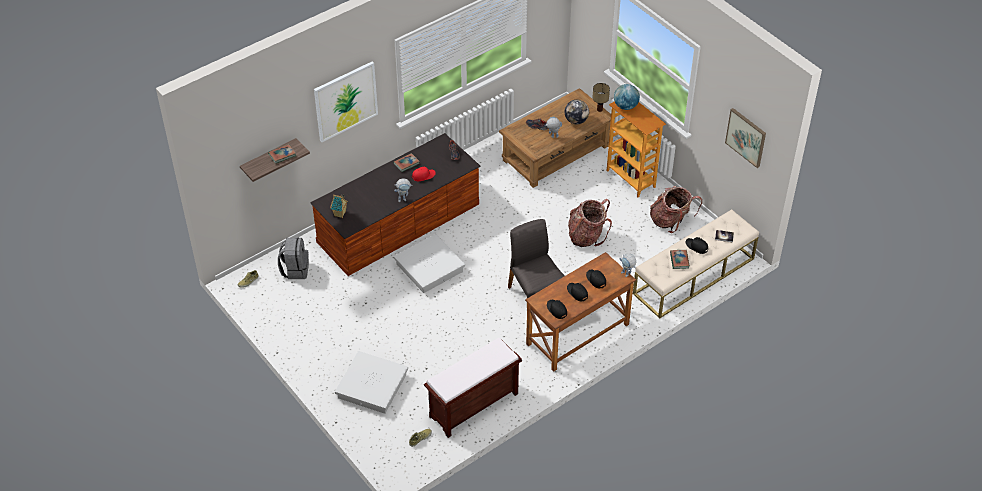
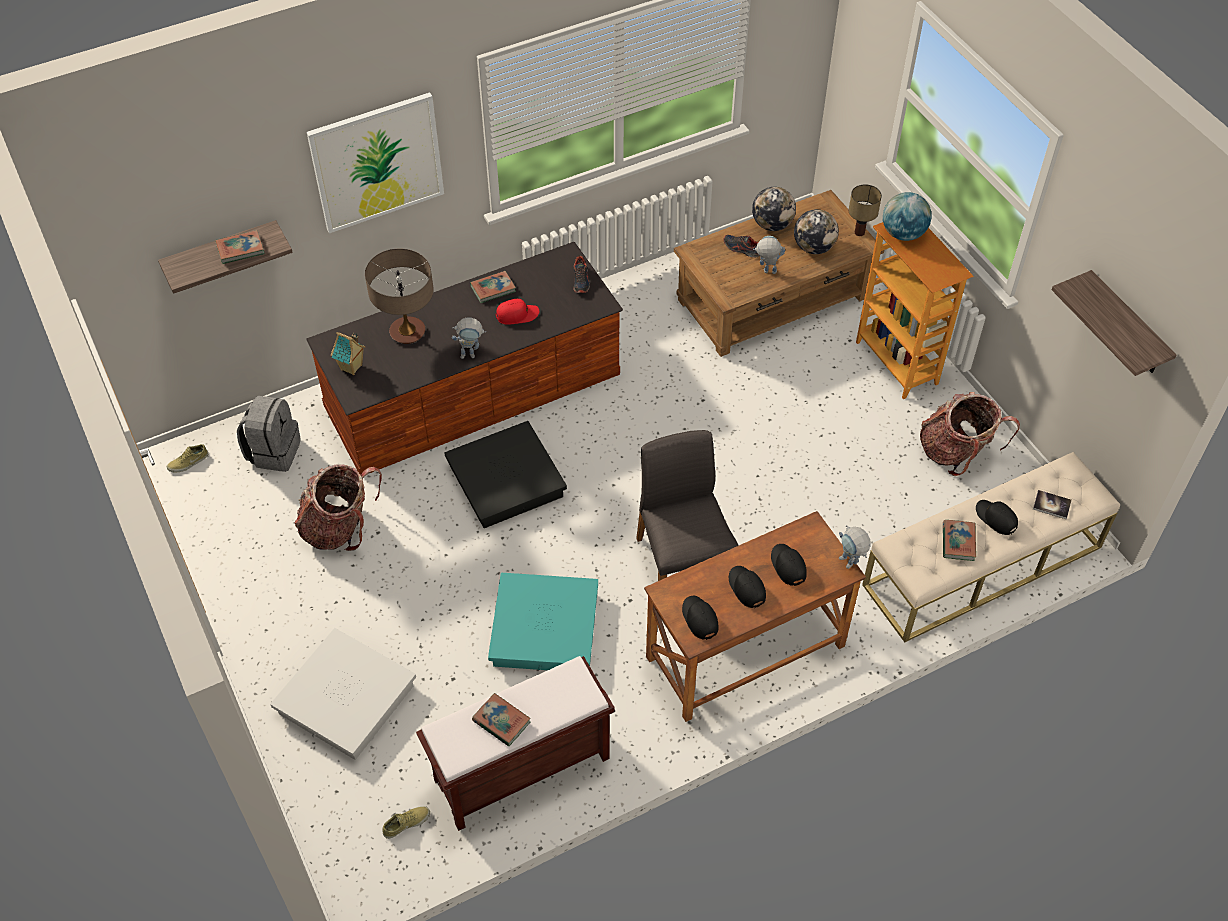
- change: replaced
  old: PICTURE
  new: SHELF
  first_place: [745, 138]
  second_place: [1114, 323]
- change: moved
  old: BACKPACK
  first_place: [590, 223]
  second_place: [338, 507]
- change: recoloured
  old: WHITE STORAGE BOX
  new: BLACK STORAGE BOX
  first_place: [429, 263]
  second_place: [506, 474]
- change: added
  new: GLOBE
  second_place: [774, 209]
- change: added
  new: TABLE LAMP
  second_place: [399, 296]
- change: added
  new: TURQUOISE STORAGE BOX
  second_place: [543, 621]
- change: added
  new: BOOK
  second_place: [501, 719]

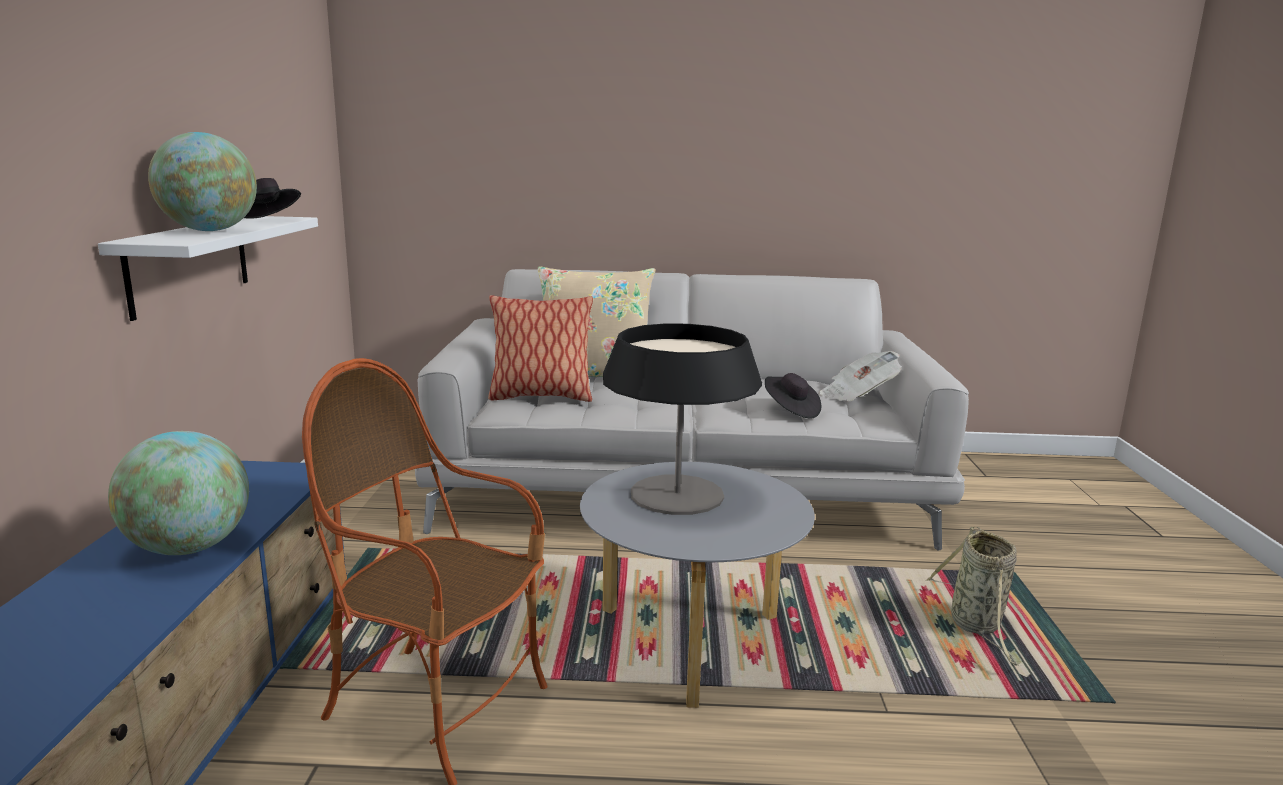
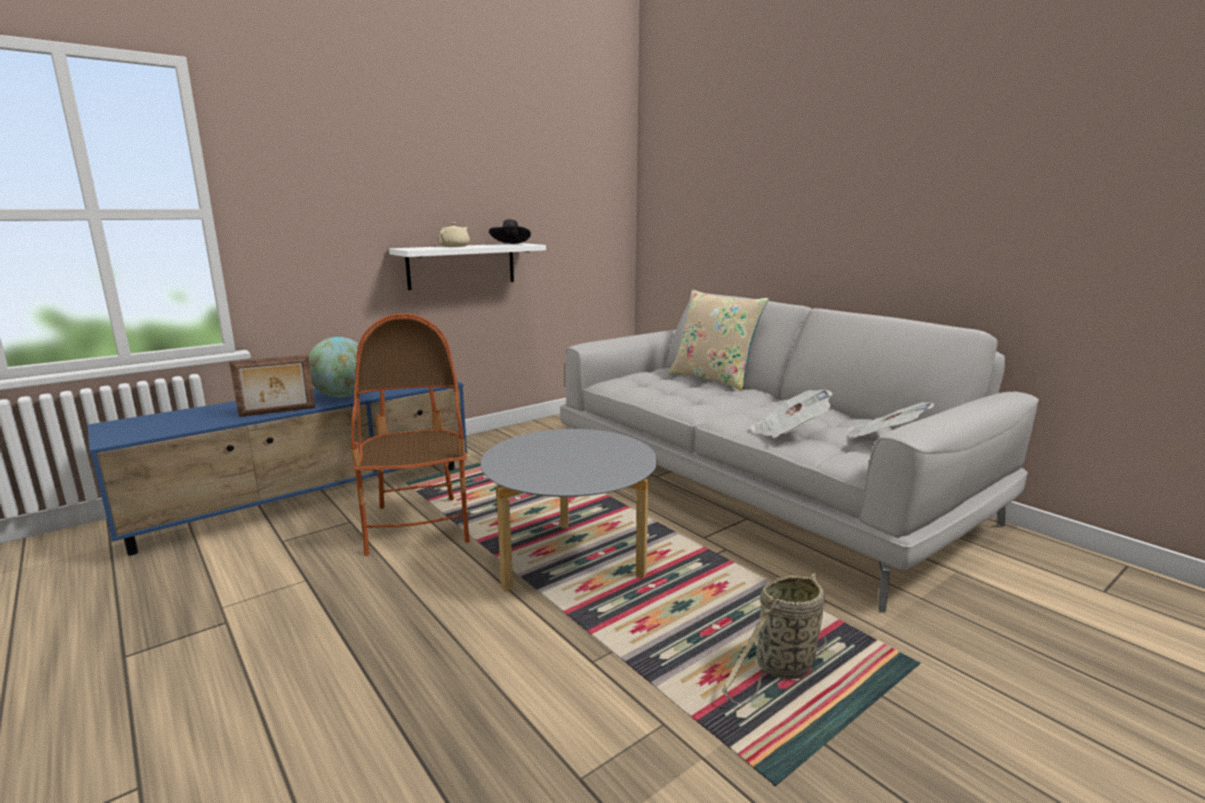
- change: replaced
  old: GLOBE
  new: BEIGE TEAPOT
  first_place: [202, 181]
  second_place: [454, 234]
- change: removed
  old: PILLOW
  first_place: [540, 348]
- change: removed
  old: TABLE LAMP
  first_place: [682, 419]
- change: replaced
  old: BLACK HAT
  new: NEWSPAPER
  first_place: [793, 396]
  second_place: [791, 414]
- change: added
  new: PICTURE FRAME
  second_place: [272, 386]

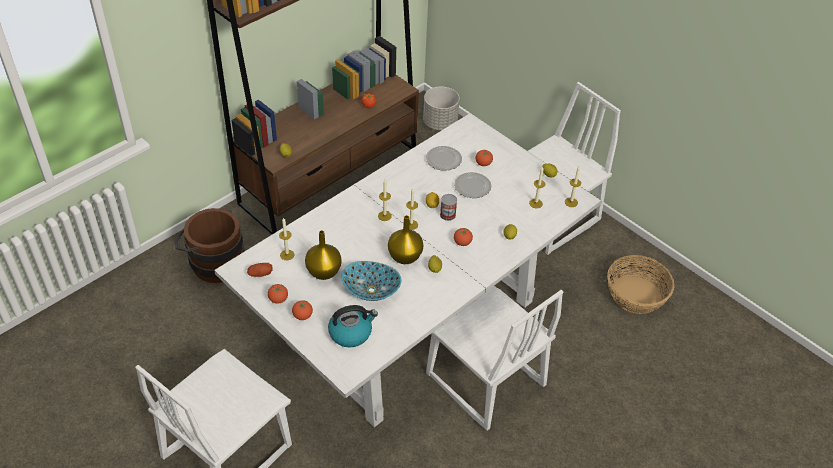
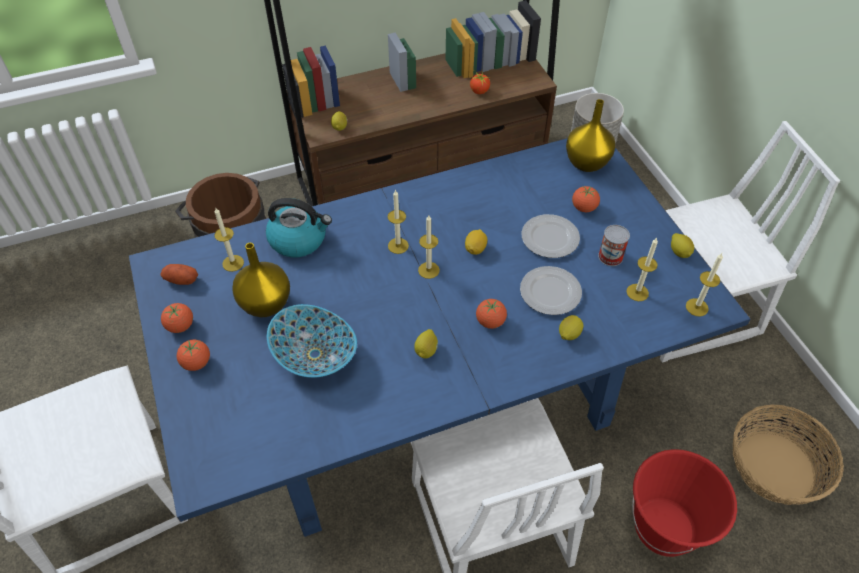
- change: recoloured
  old: WHITE DINING TABLE
  new: BLUE DINING TABLE
  first_place: [408, 270]
  second_place: [440, 337]
- change: moved
  old: PLATE
  first_place: [444, 158]
  second_place: [551, 290]
- change: moved
  old: CAN
  first_place: [448, 207]
  second_place: [614, 245]
- change: moved
  old: YELLOW VASE
  first_place: [405, 239]
  second_place: [590, 135]
- change: moved
  old: KETTLE
  first_place: [353, 326]
  second_place: [299, 227]
- change: added
  new: RED BUCKET
  second_place: [684, 503]

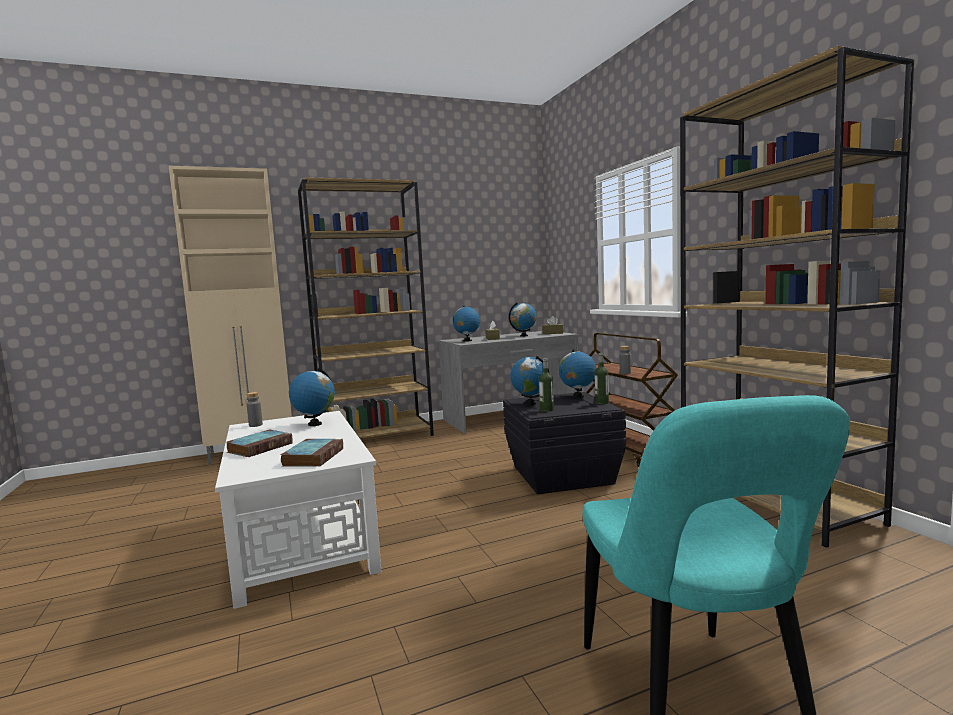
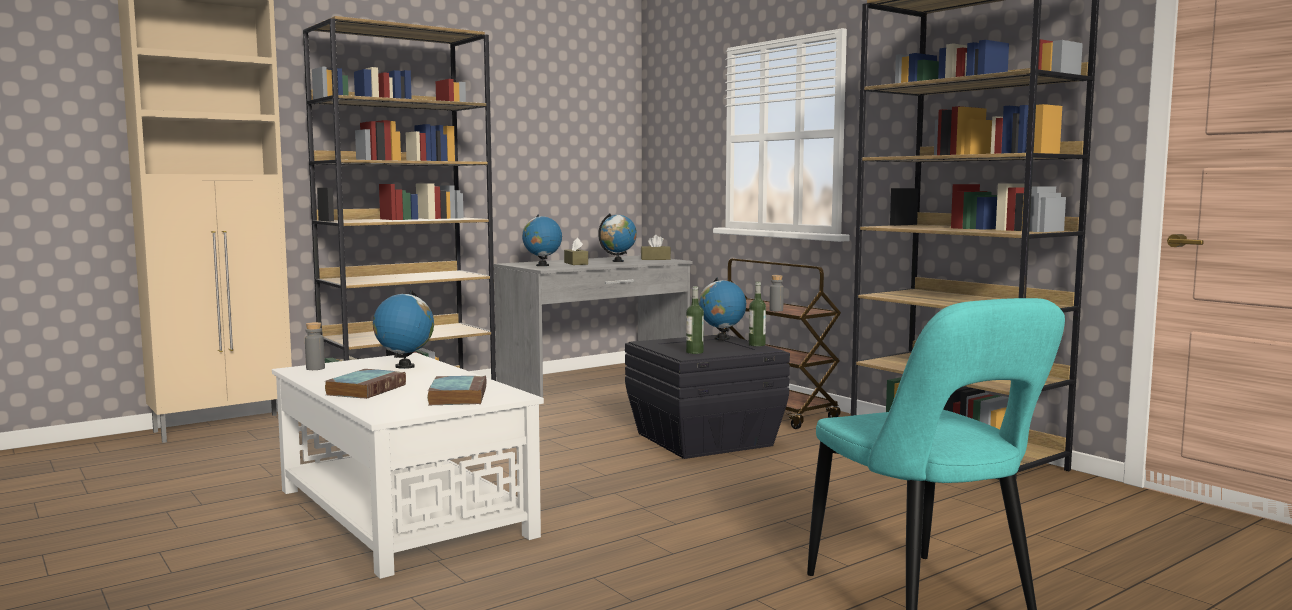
- change: removed
  old: GLOBE
  first_place: [530, 380]

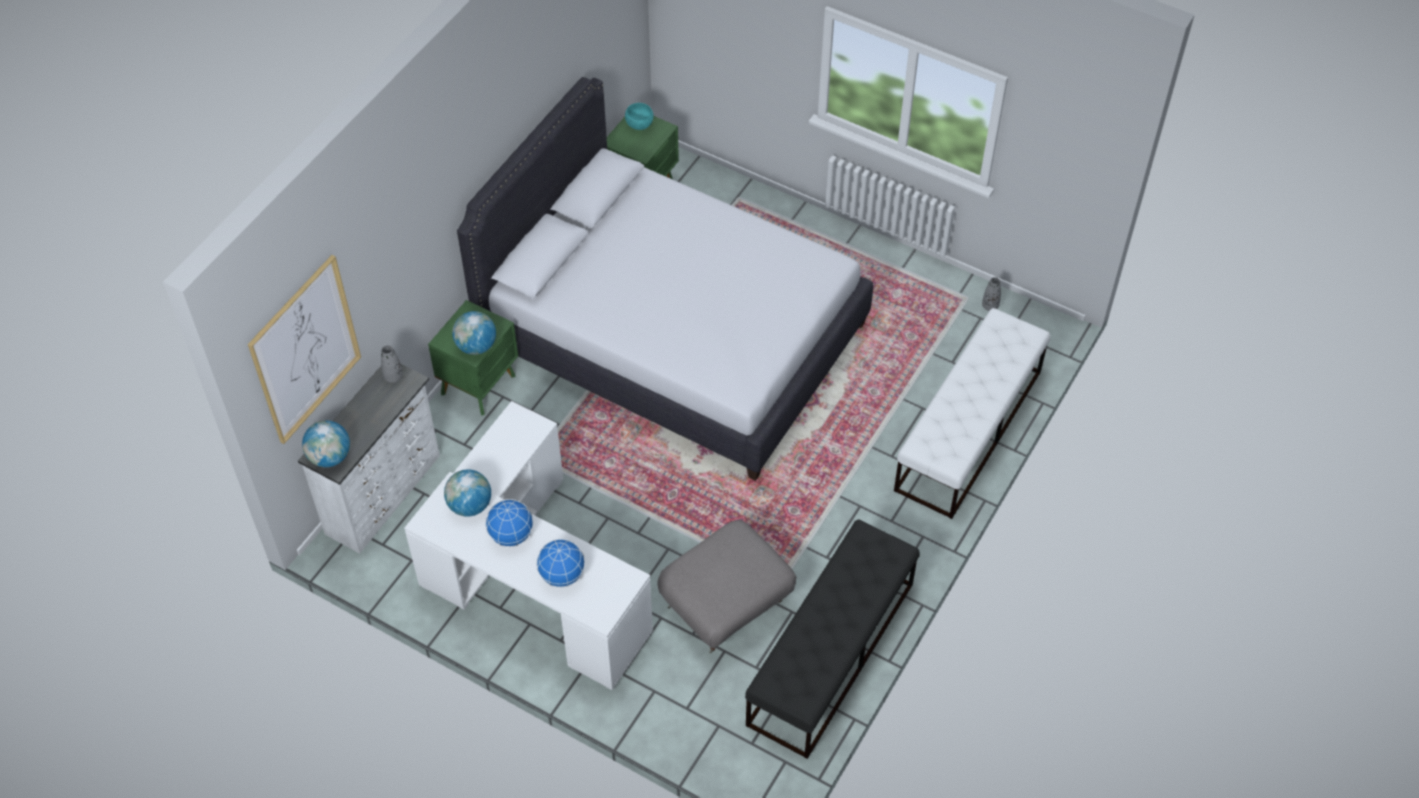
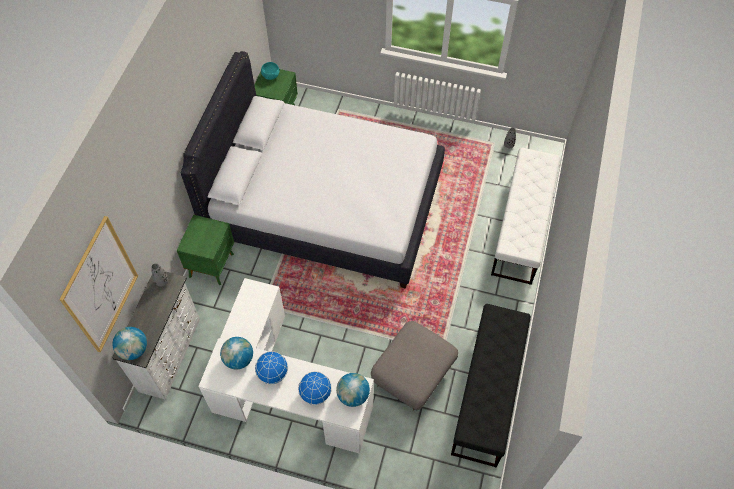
- change: moved
  old: GLOBE
  first_place: [474, 333]
  second_place: [353, 390]

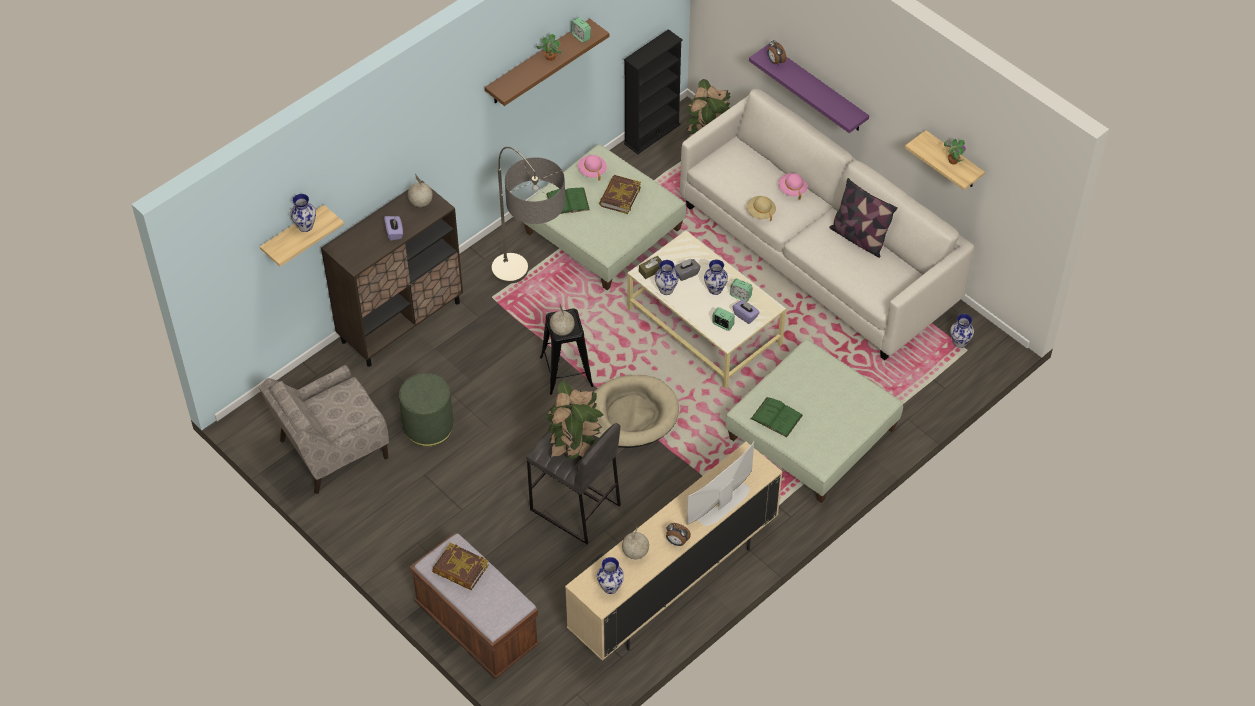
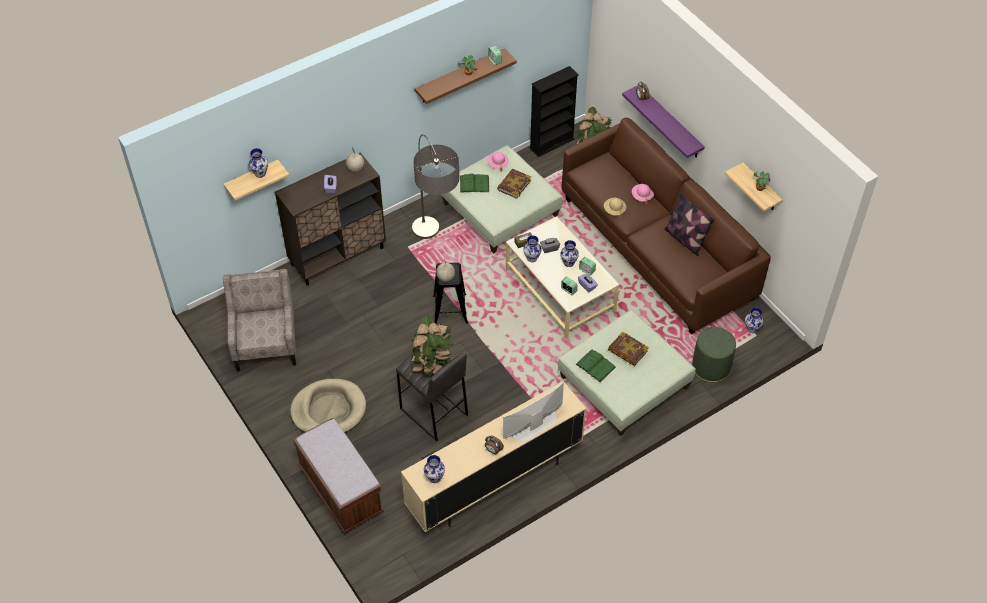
- change: recoloured
  old: WHITE SOFA
  new: BROWN SOFA
  first_place: [827, 224]
  second_place: [666, 226]
- change: turned
  old: BEIGE ARMCHAIR
  first_place: [324, 429]
  second_place: [259, 320]
  degrees: 105
- change: moved
  old: GREEN OTTOMAN
  first_place: [426, 409]
  second_place: [714, 355]
- change: moved
  old: BEIGE DOG BED
  first_place: [636, 411]
  second_place: [328, 406]
- change: removed
  old: GLOBE
  first_place: [635, 543]
- change: moved
  old: BOOK
  first_place: [460, 566]
  second_place: [628, 348]

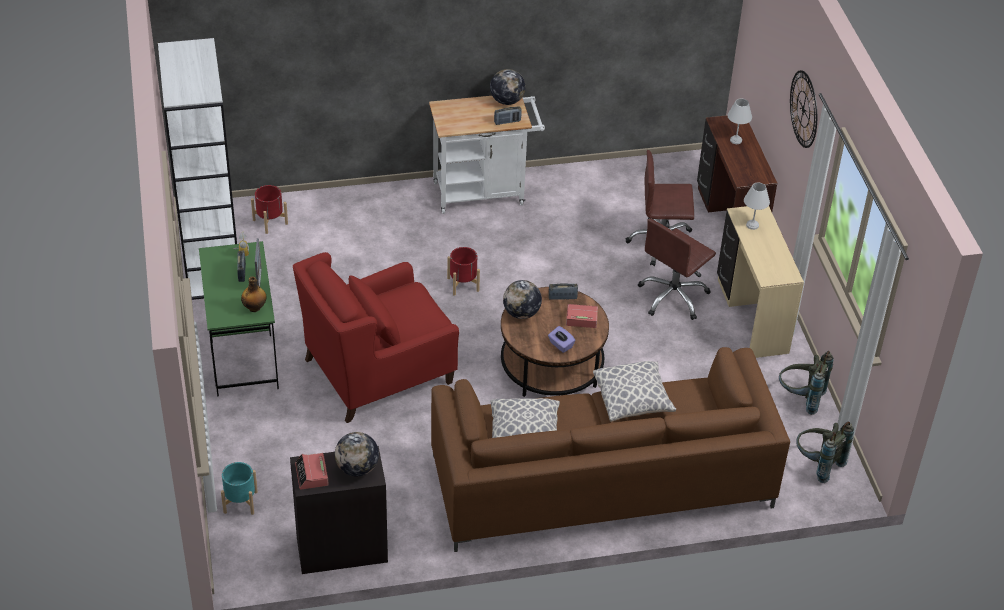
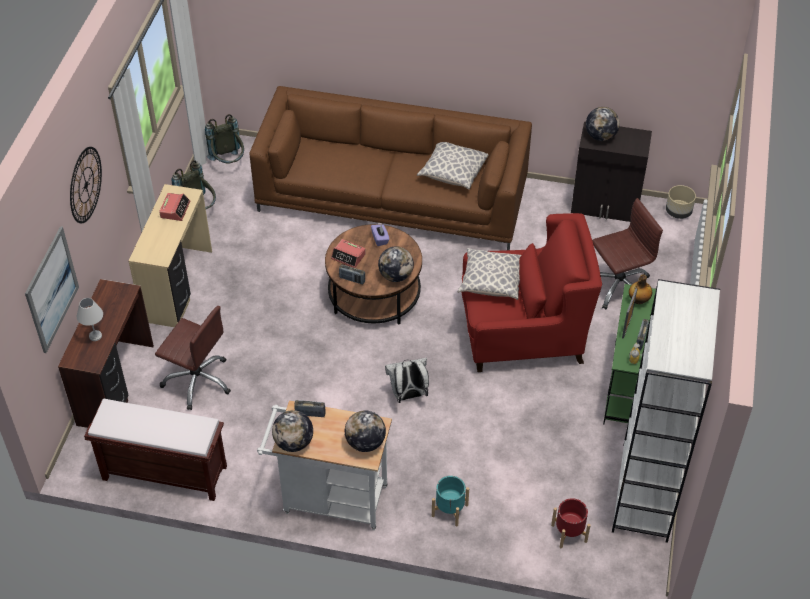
- change: removed
  old: WHITE TABLE LAMP
  first_place: [757, 206]
- change: moved
  old: BROWN OFFICE CHAIR
  first_place: [677, 269]
  second_place: [627, 253]
- change: replaced
  old: RED PLANTER
  new: WHITE BACKPACK
  first_place: [463, 271]
  second_place: [407, 380]
- change: moved
  old: PILLOW
  first_place: [634, 391]
  second_place: [489, 274]
- change: moved
  old: ALARM CLOCK
  first_place: [312, 471]
  second_place: [174, 207]
- change: moved
  old: TURQUOISE PLANTER
  first_place: [239, 488]
  second_place: [450, 501]
- change: added
  new: BEIGE PLANTER
  second_place: [681, 202]
- change: added
  new: PICTURE
  second_place: [52, 289]
- change: added
  new: BROWN BENCH
  second_place: [155, 450]
- change: added
  new: GLOBE
  second_place: [365, 431]

